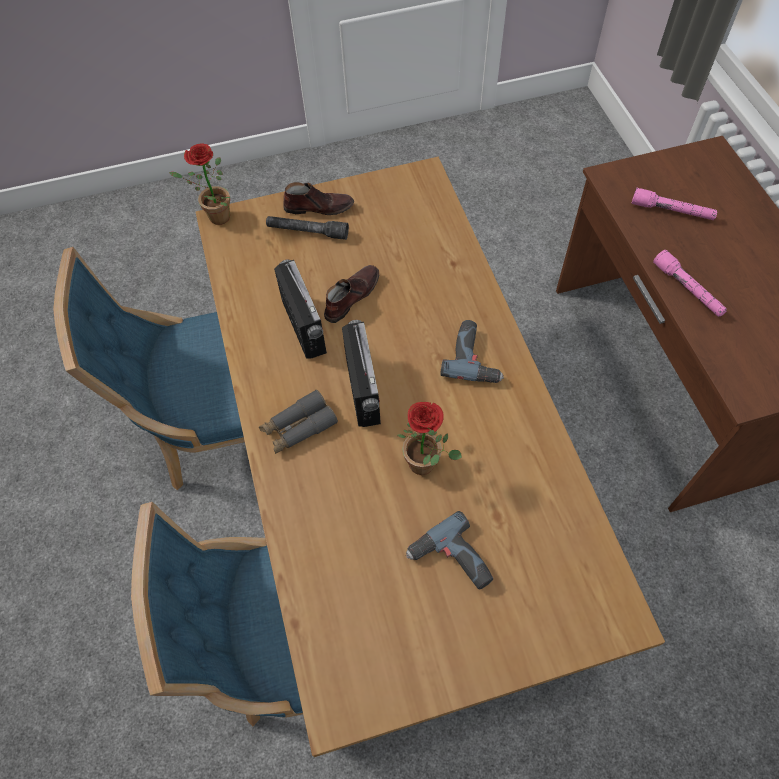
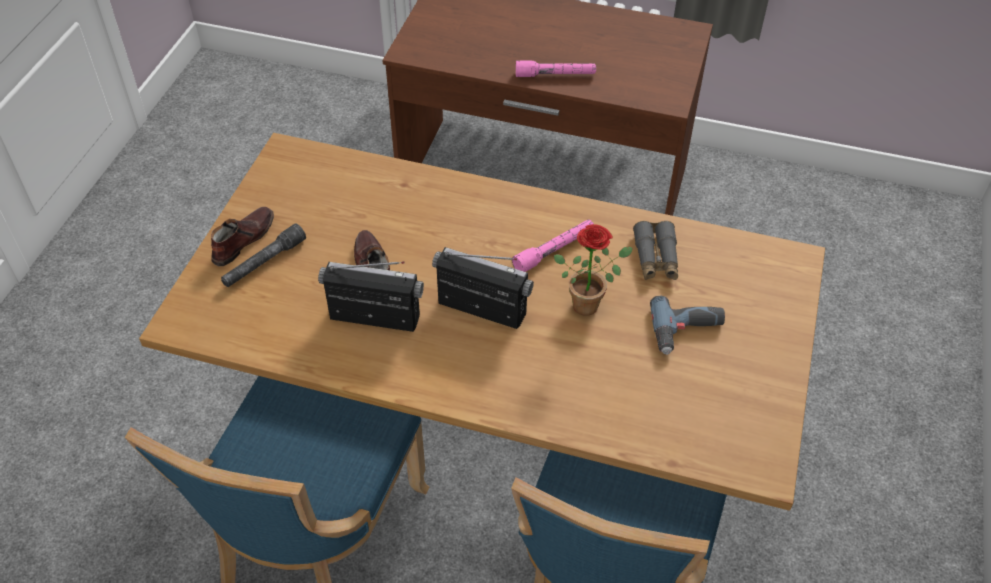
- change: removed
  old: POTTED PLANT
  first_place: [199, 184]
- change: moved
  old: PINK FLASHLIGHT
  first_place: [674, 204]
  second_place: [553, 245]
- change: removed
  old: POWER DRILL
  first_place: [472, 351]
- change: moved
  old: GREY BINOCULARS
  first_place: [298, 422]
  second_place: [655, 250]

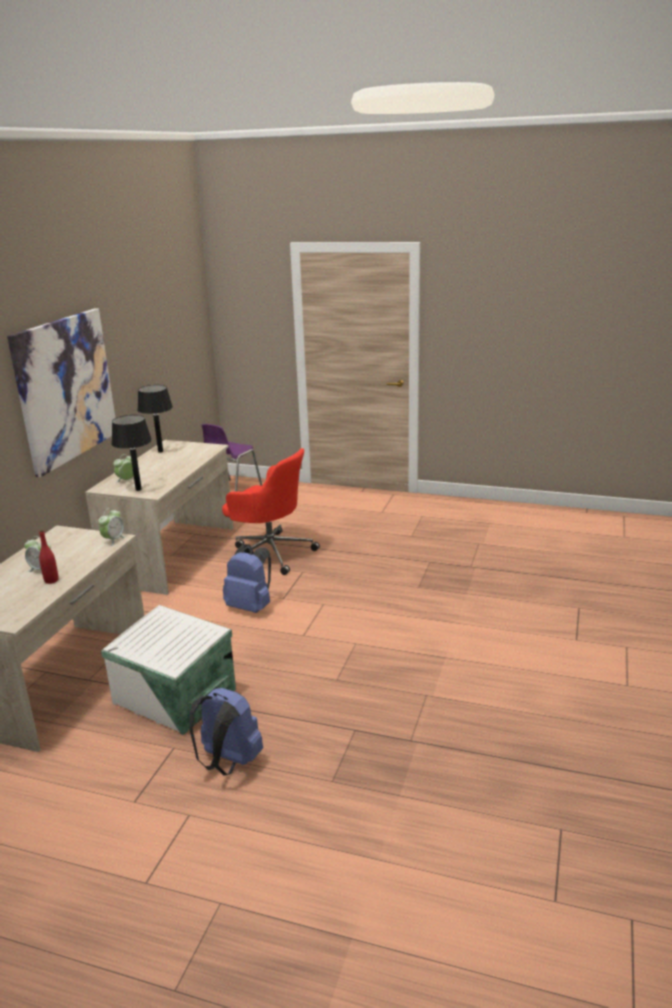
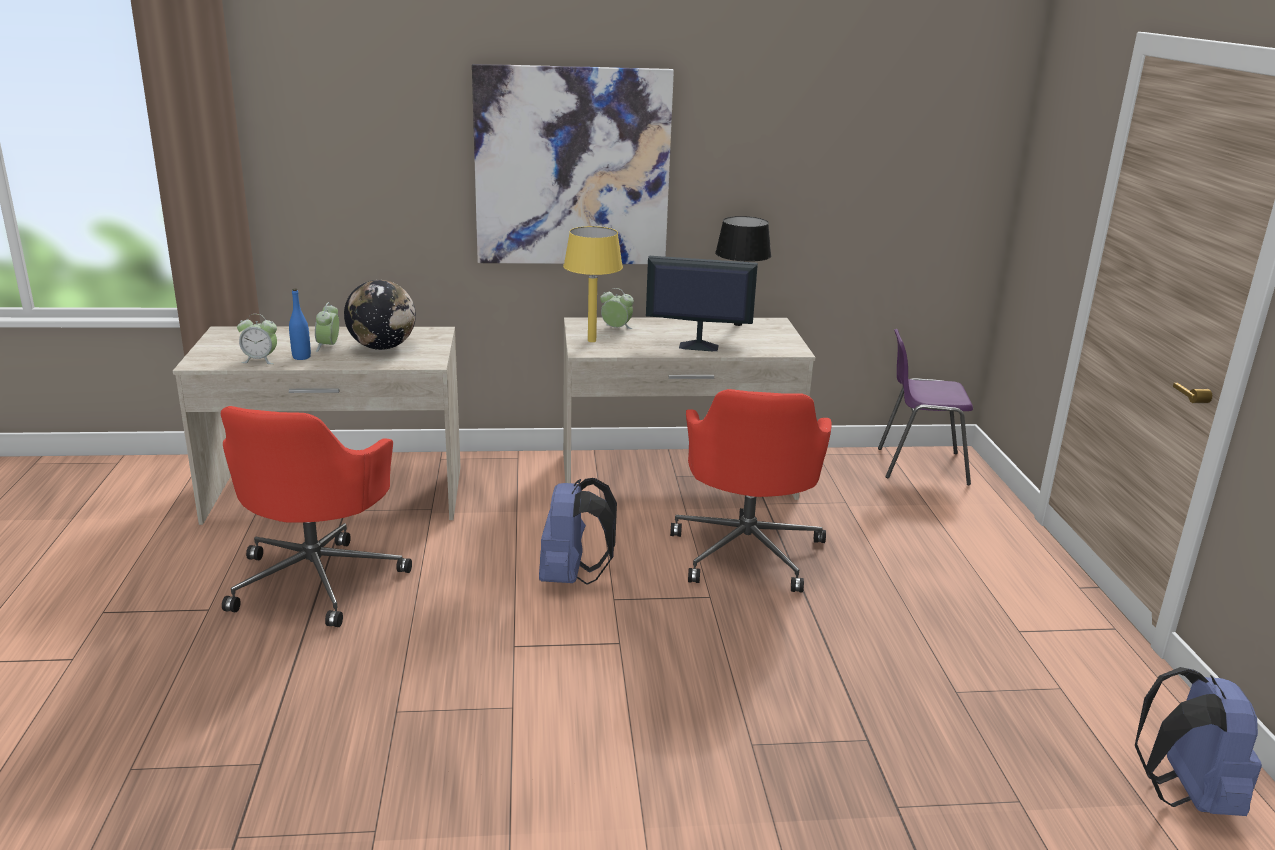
- change: recoloured
  old: BLACK TABLE LAMP
  new: YELLOW TABLE LAMP
  first_place: [131, 453]
  second_place: [593, 284]
- change: moved
  old: ALARM CLOCK
  first_place: [112, 527]
  second_place: [257, 339]
- change: recoloured
  old: RED BOTTLE
  new: BLUE BOTTLE
  first_place: [48, 557]
  second_place: [300, 324]
- change: replaced
  old: WHITE STORAGE BOX
  new: RED OFFICE CHAIR
  first_place: [168, 670]
  second_place: [316, 516]
- change: moved
  old: BLUE BACKPACK
  first_place: [226, 732]
  second_place: [1198, 741]
- change: added
  new: MONITOR
  second_place: [702, 303]
- change: added
  new: GLOBE
  second_place: [380, 315]

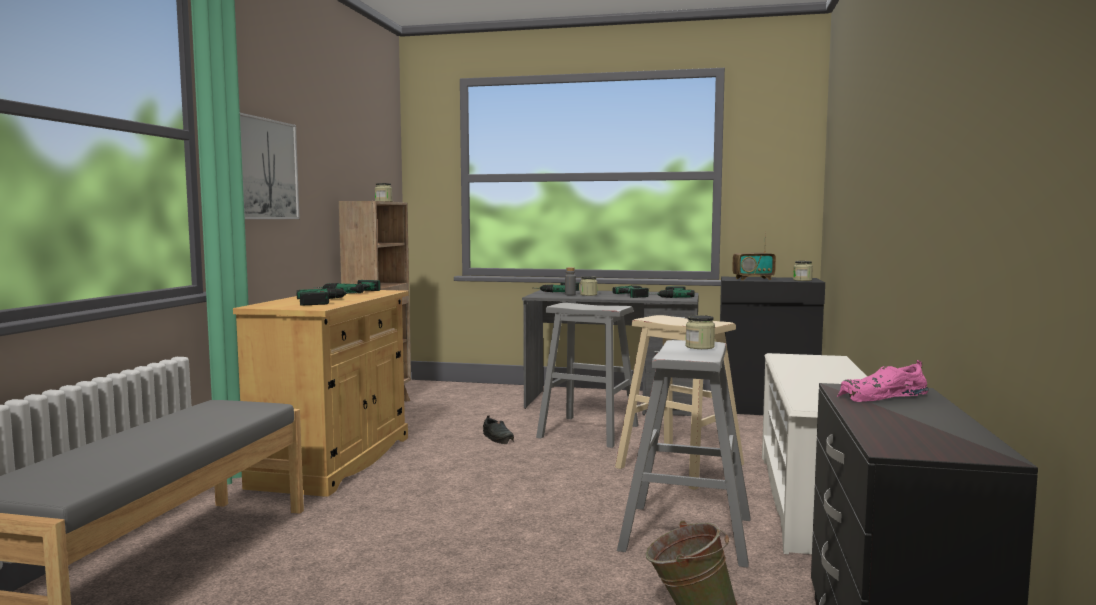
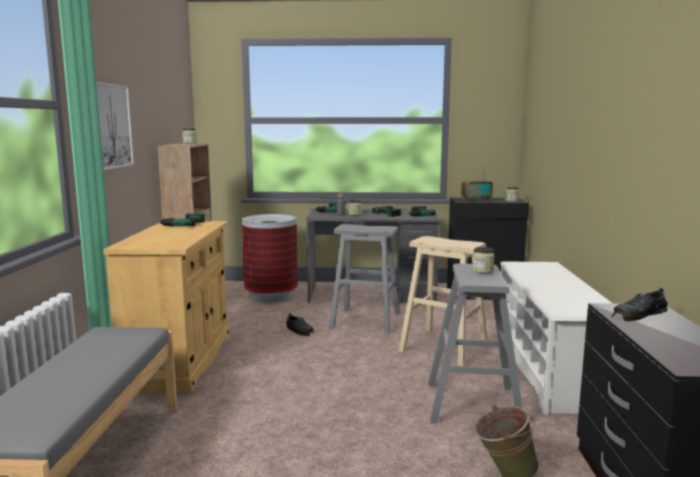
- change: removed
  old: POWER DRILL
  first_place: [327, 297]
- change: recoloured
  old: PINK SHOE
  new: BLACK SHOE
  first_place: [883, 381]
  second_place: [639, 304]
- change: added
  new: TRASH CAN
  second_place: [270, 258]

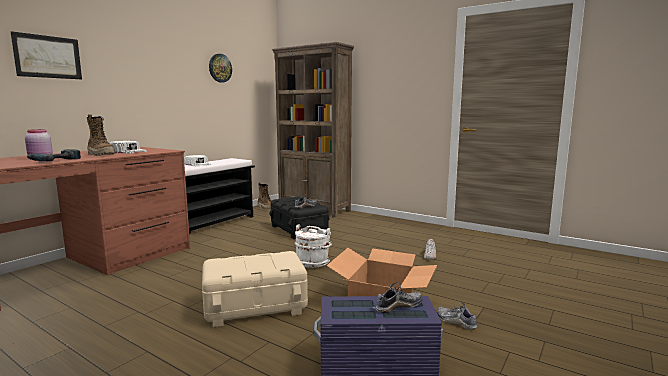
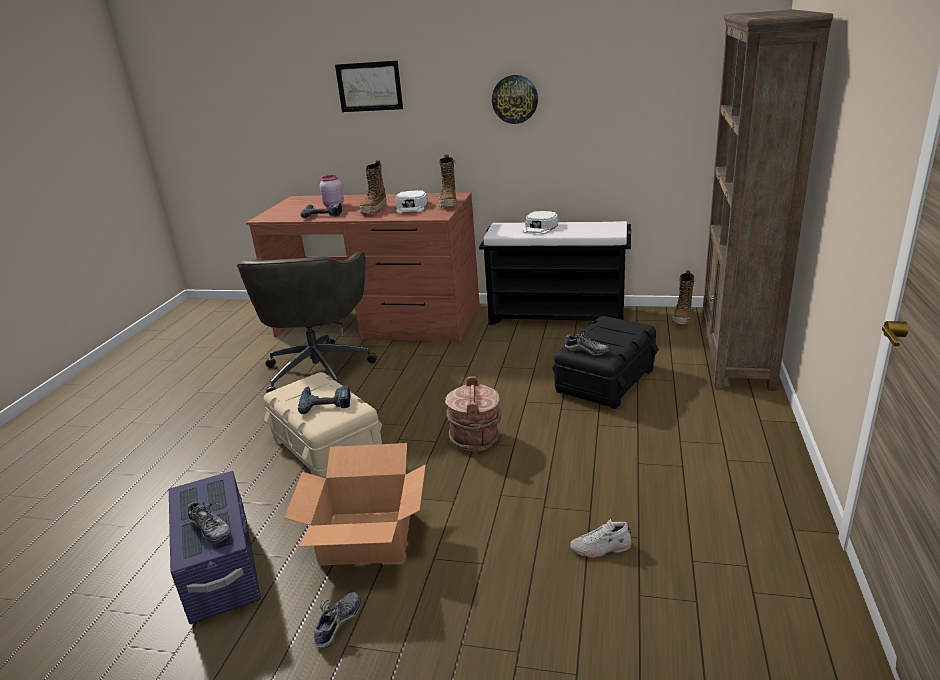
- change: moved
  old: WALL CLOCK
  first_place: [220, 68]
  second_place: [515, 99]
- change: recoloured
  old: WHITE BUCKET
  new: BROWN BUCKET
  first_place: [313, 246]
  second_place: [473, 414]
- change: added
  new: BOOT
  second_place: [448, 181]
- change: added
  new: GREY OFFICE CHAIR
  second_place: [307, 322]
- change: added
  new: POWER DRILL
  second_place: [324, 399]

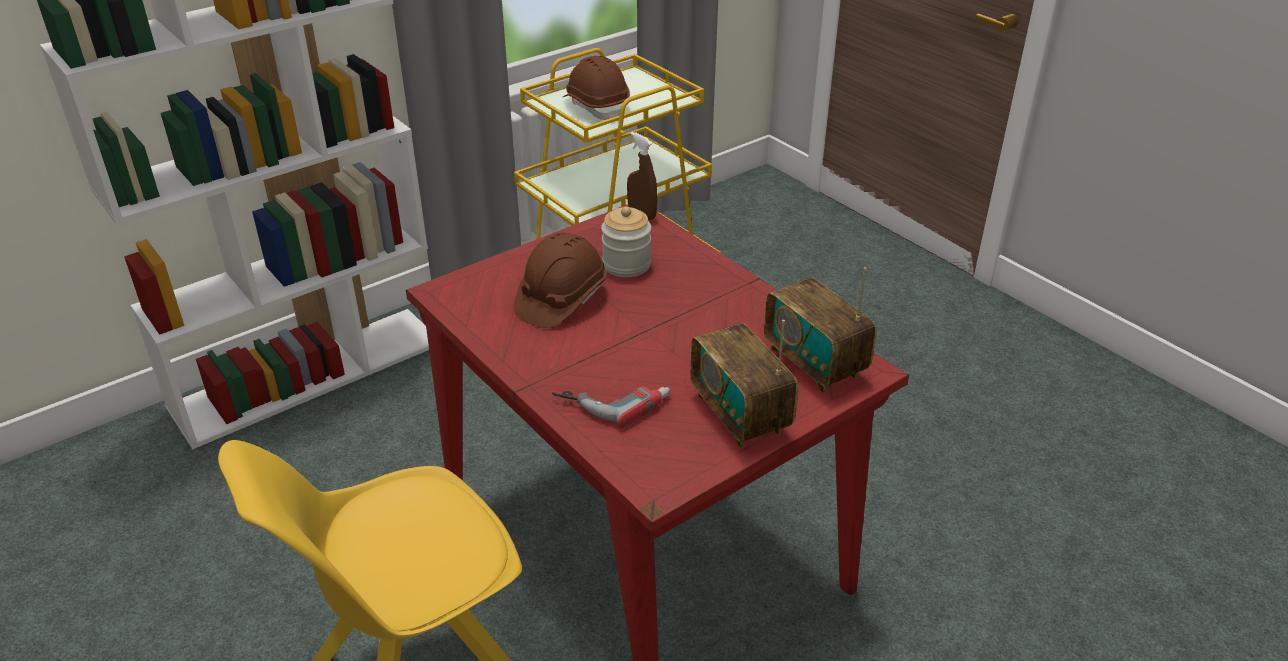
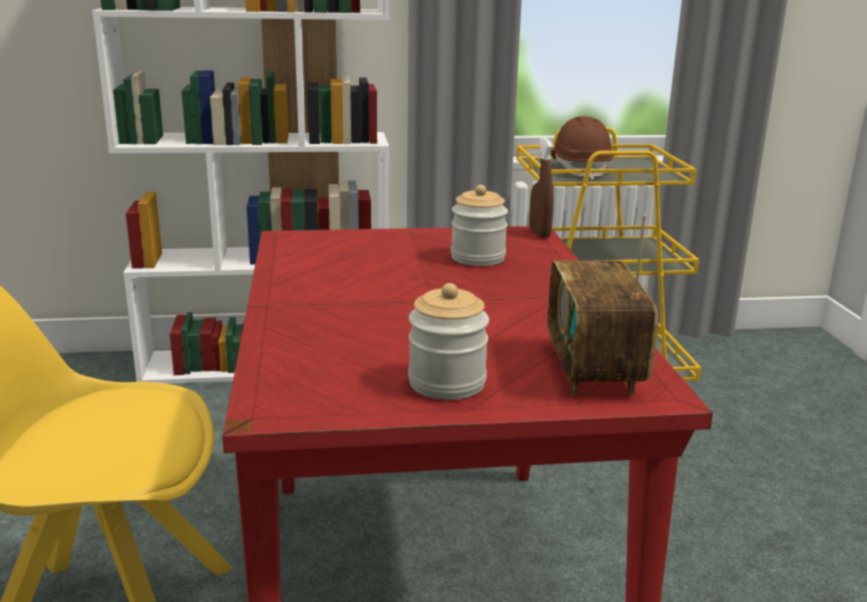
- change: removed
  old: BROWN HARD HAT
  first_place: [560, 280]
- change: replaced
  old: RADIO
  new: JAR
  first_place: [744, 384]
  second_place: [448, 341]
- change: removed
  old: POWER DRILL
  first_place: [611, 407]

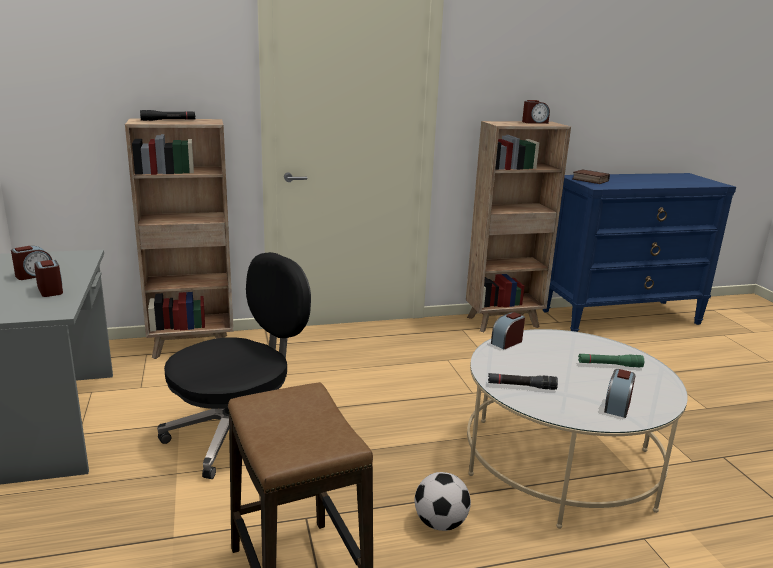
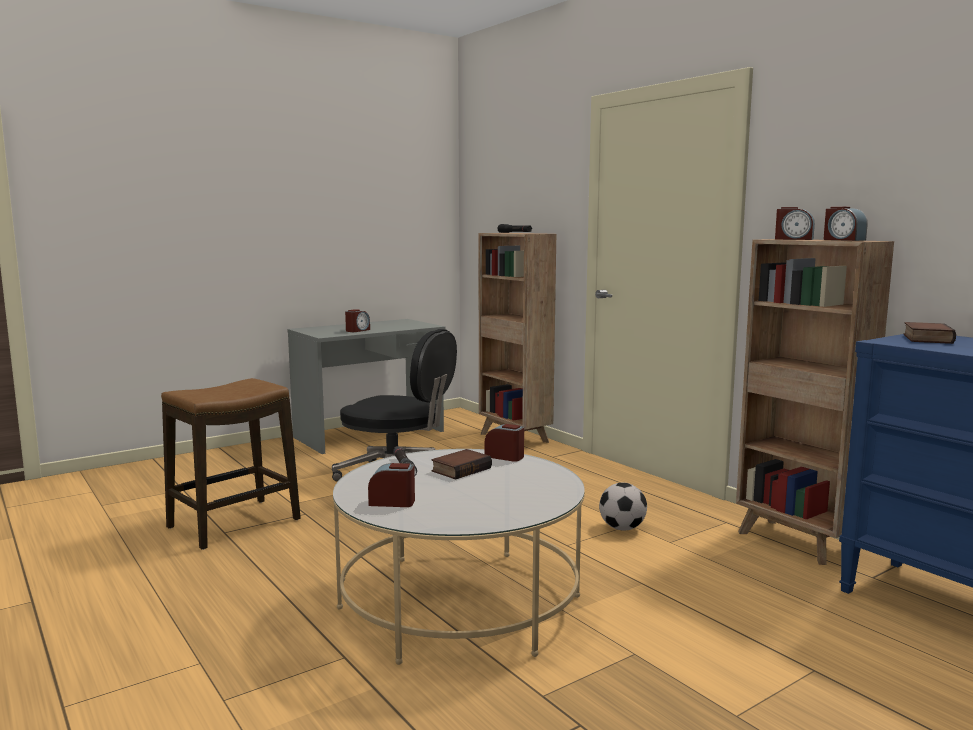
- change: moved
  old: ALARM CLOCK
  first_place: [31, 263]
  second_place: [795, 223]
- change: removed
  old: GREEN FLASHLIGHT
  first_place: [611, 360]
- change: moved
  old: FOOTBALL
  first_place: [443, 501]
  second_place: [623, 506]
- change: added
  new: BOOK
  second_place: [461, 464]

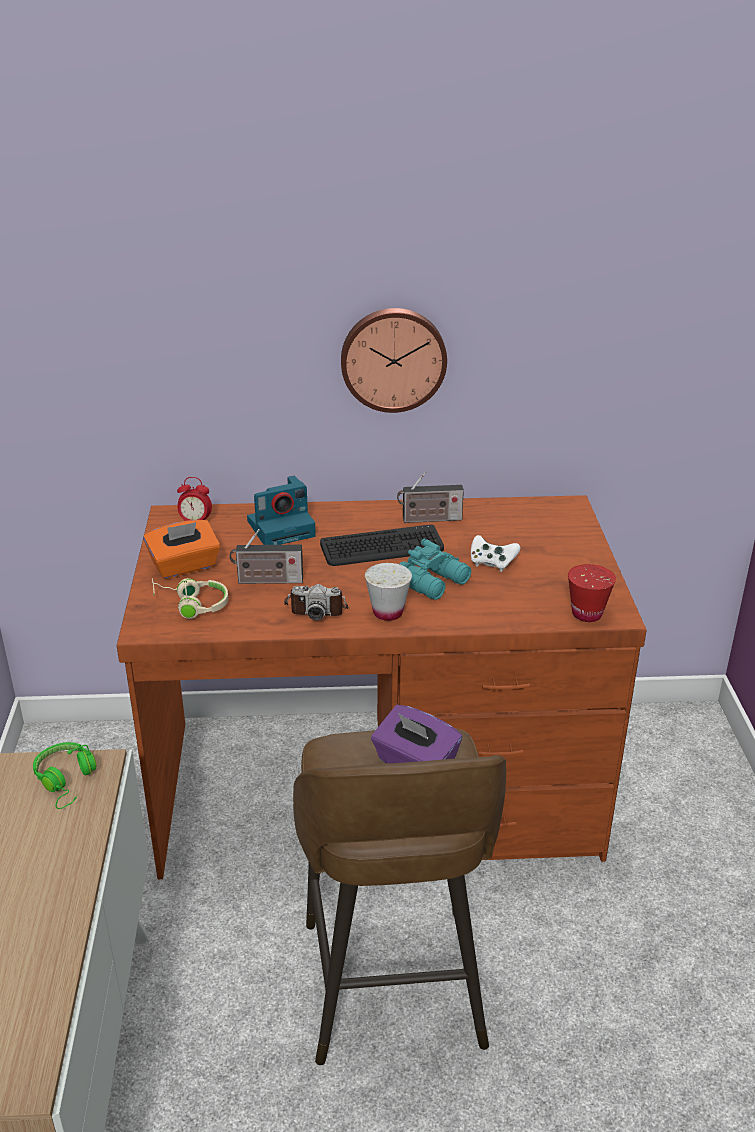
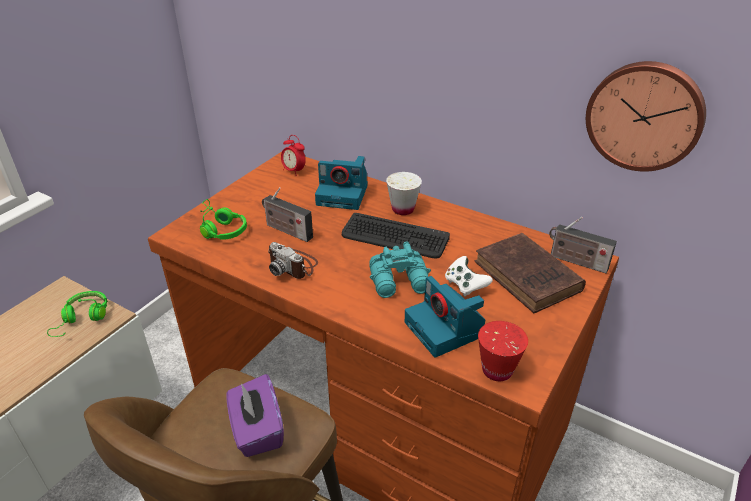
- change: moved
  old: WALL CLOCK
  first_place: [394, 360]
  second_place: [646, 116]
- change: moved
  old: RADIO
  first_place: [430, 497]
  second_place: [583, 245]
- change: removed
  old: ORANGE TISSUE BOX
  first_place: [181, 549]
- change: moved
  old: WHITE CUP
  first_place: [388, 592]
  second_place: [404, 193]
- change: recoloured
  old: BEIGE HEADPHONES
  new: GREEN HEADPHONES
  first_place: [190, 598]
  second_place: [223, 219]
- change: added
  new: BROWN BOOK
  second_place: [530, 273]
- change: added
  new: PHOTO CAMERA
  second_place: [445, 316]

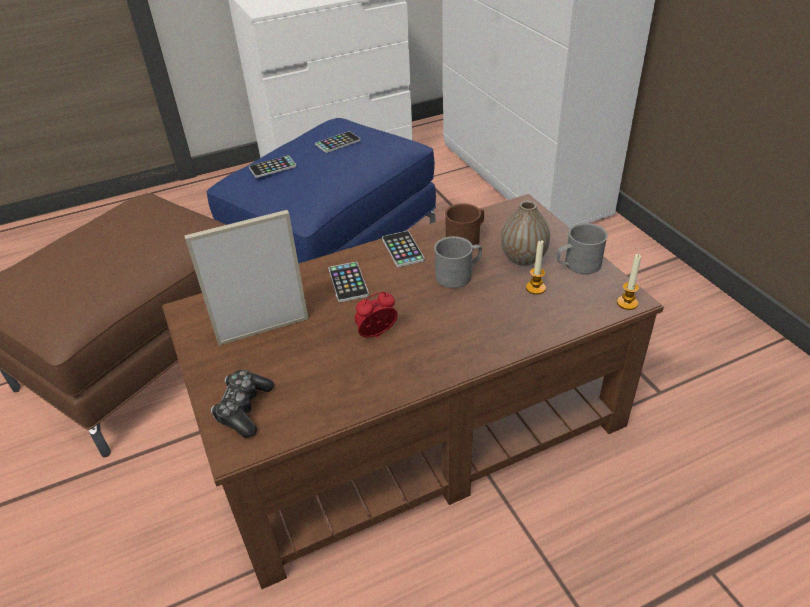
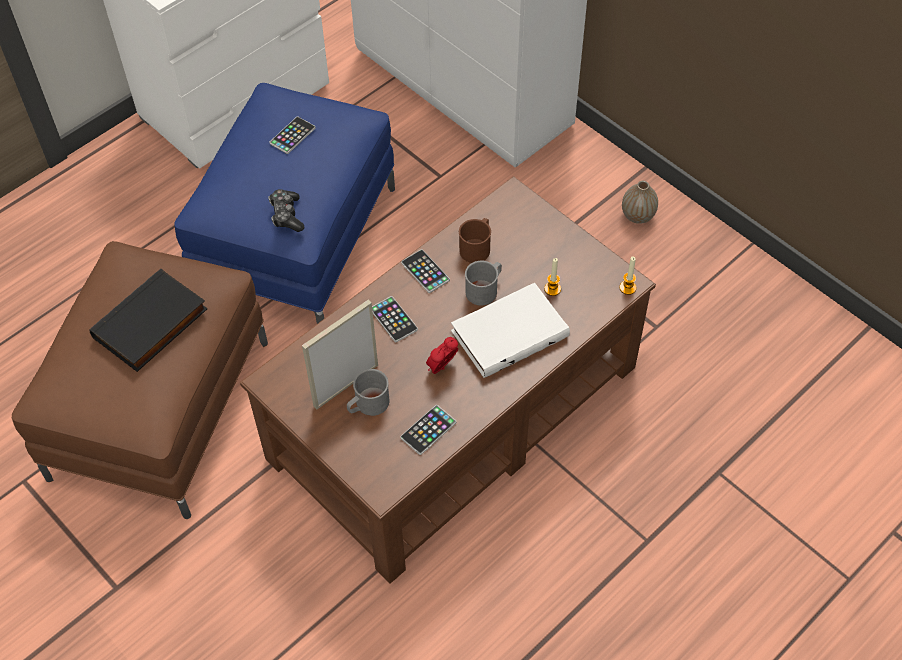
- change: moved
  old: PHONE
  first_place: [272, 166]
  second_place: [428, 430]
- change: moved
  old: VASE
  first_place: [525, 233]
  second_place: [640, 202]
- change: moved
  old: GREY MUG
  first_place: [582, 248]
  second_place: [368, 392]
- change: moved
  old: GAME CONTROLLER
  first_place: [242, 404]
  second_place: [286, 210]
- change: added
  new: BLACK BOOK
  second_place: [148, 320]
- change: added
  new: WHITE BOOK
  second_place: [510, 330]

